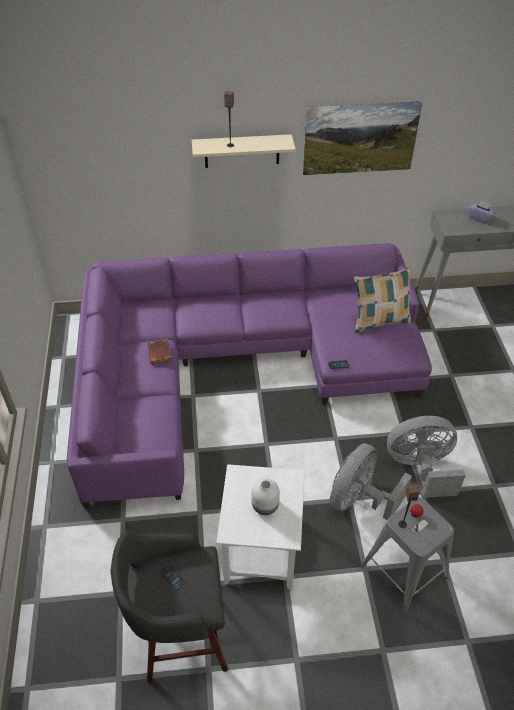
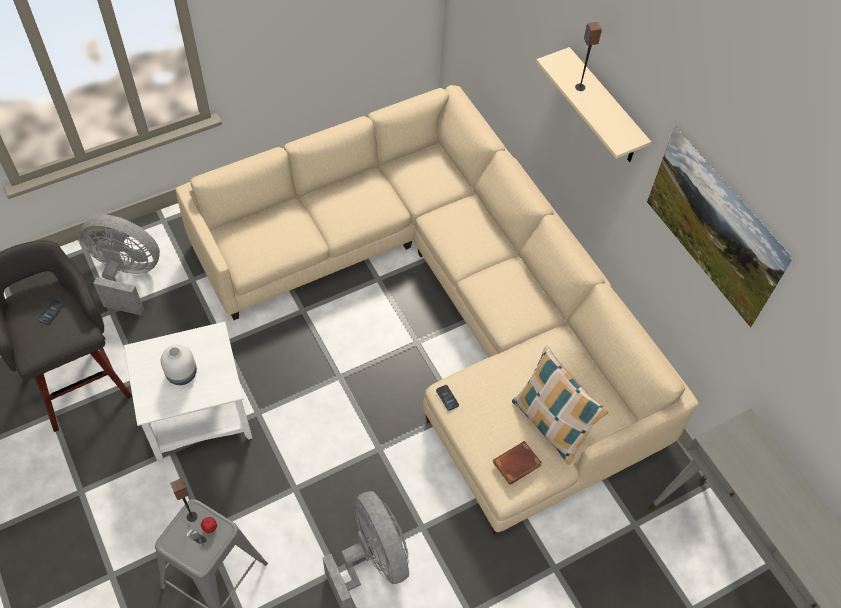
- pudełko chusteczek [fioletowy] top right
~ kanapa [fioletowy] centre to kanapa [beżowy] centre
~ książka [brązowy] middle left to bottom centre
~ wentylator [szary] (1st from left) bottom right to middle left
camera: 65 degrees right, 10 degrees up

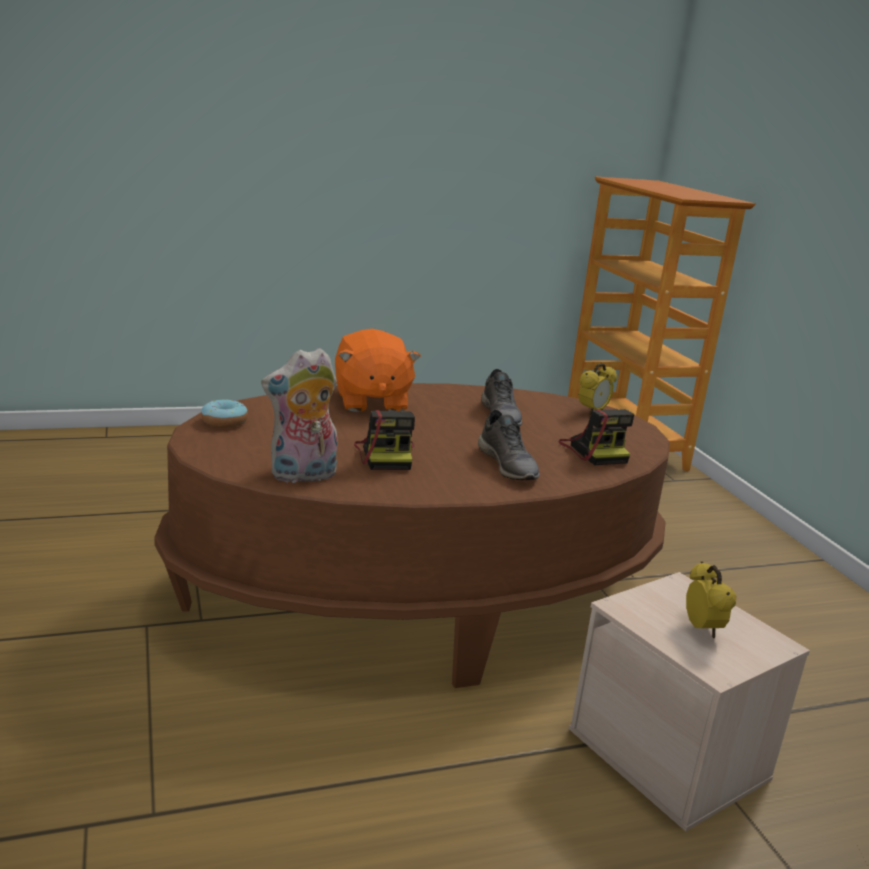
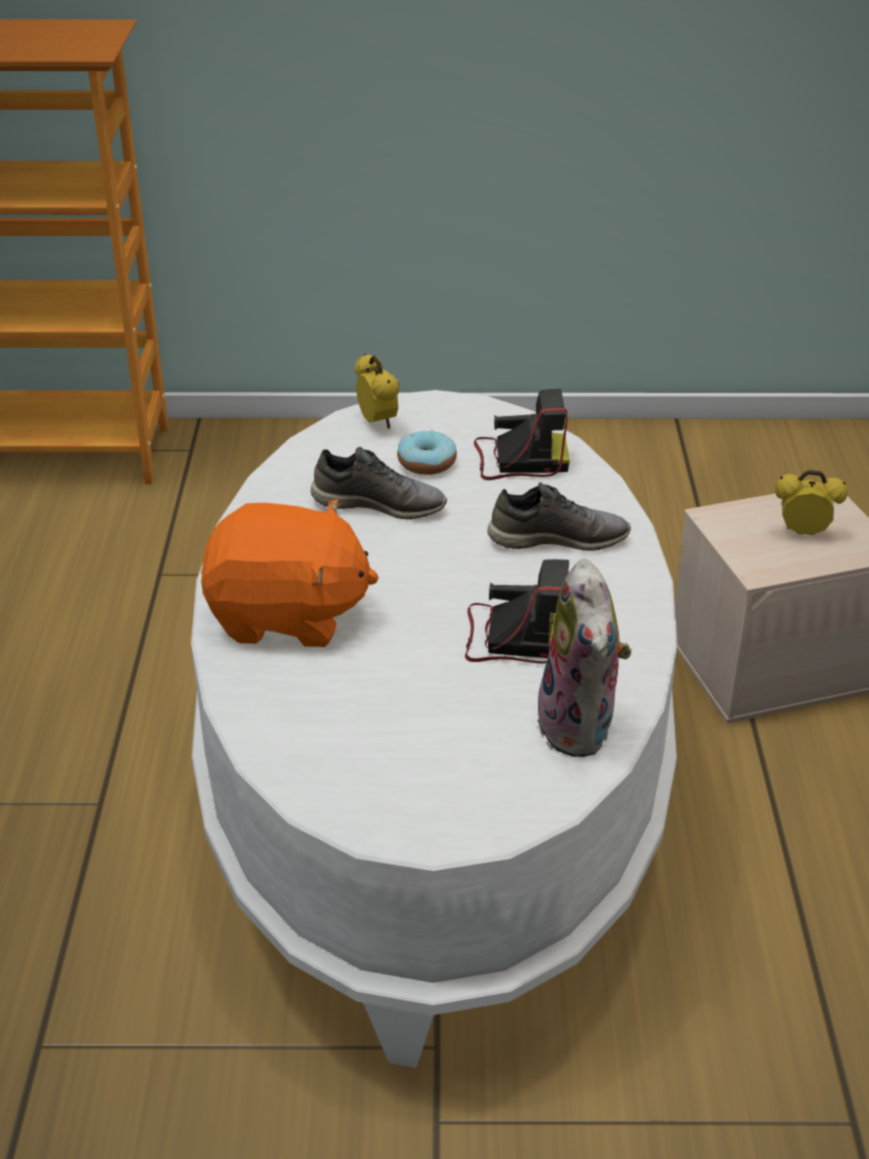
~ ława [brązowy] centre to ława [biały] centre
~ donut middle left to centre
camera: 70 degrees left, 15 degrees up

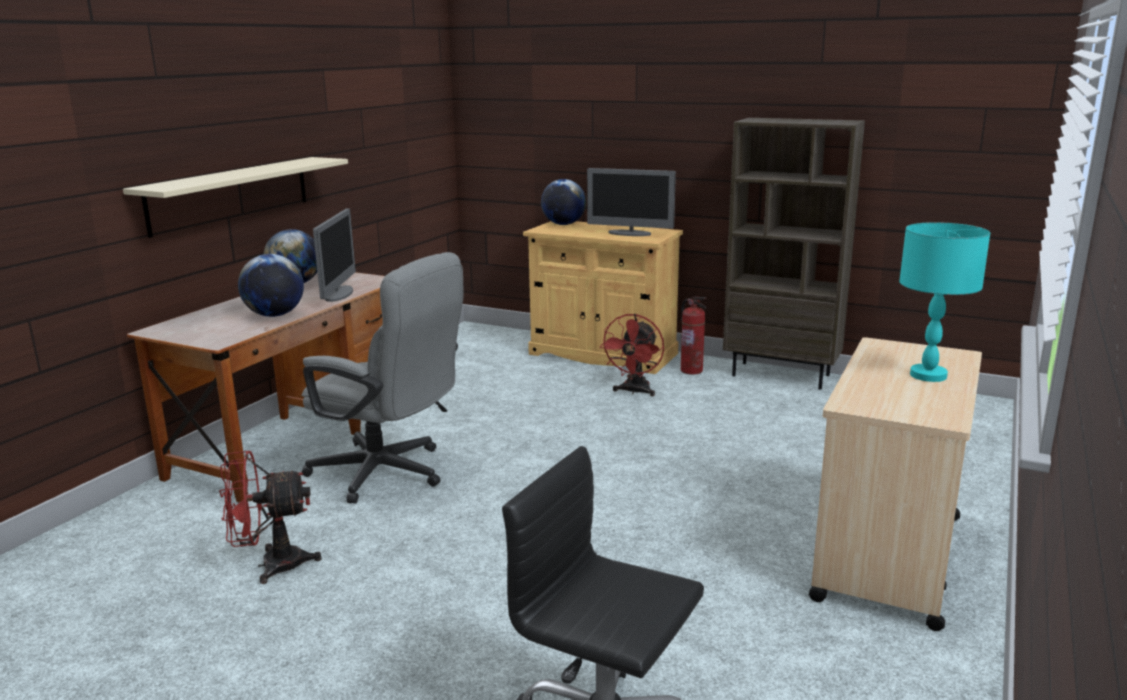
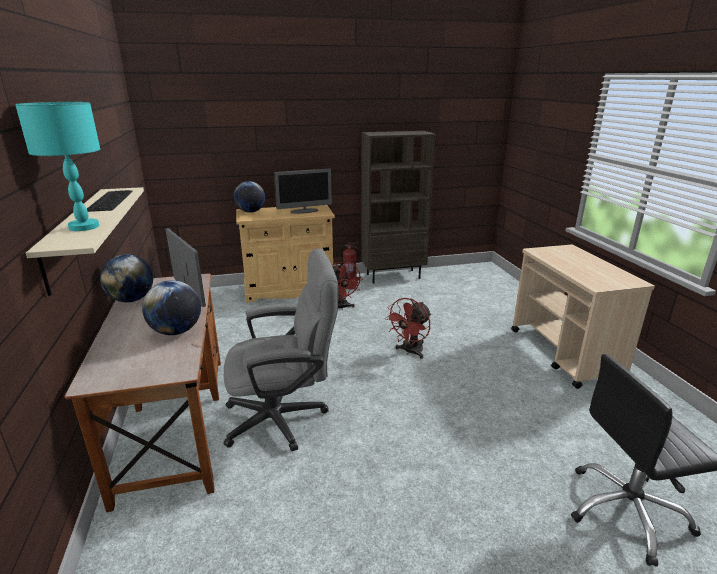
~ lampa stołowa [turkusowy] middle right to top left
~ wentylator [czerwony] (1st from left in the first image) bottom left to wentylator [czerwony] (2nd from left) centre
+ klawiatura middle left
camera: 40 degrees left, 5 degrees up

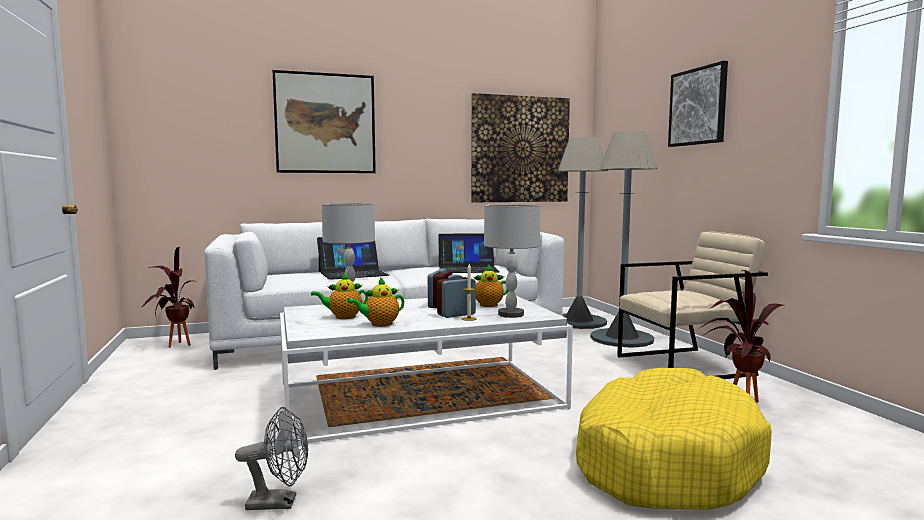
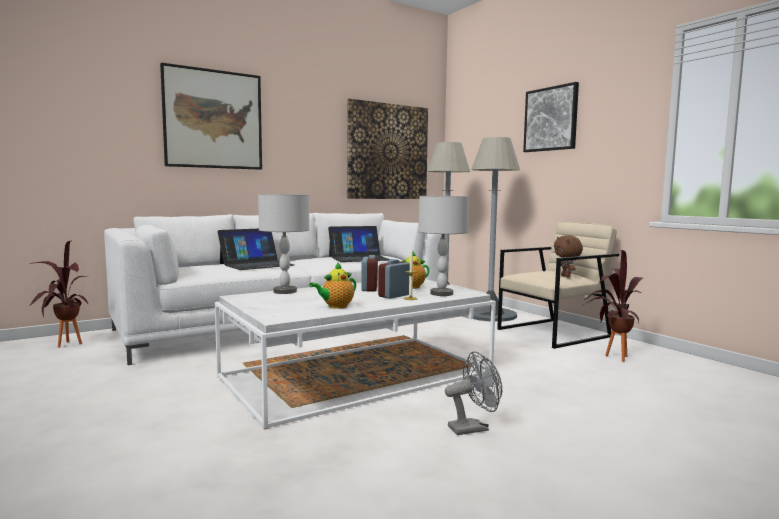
- imbryk (1st from left) centre
- legowisko [żółty] bottom right
~ wentylator [szary] bottom left to bottom centre
+ pluszak [brązowy] middle right
camera: 15 degrees left, 0 degrees up

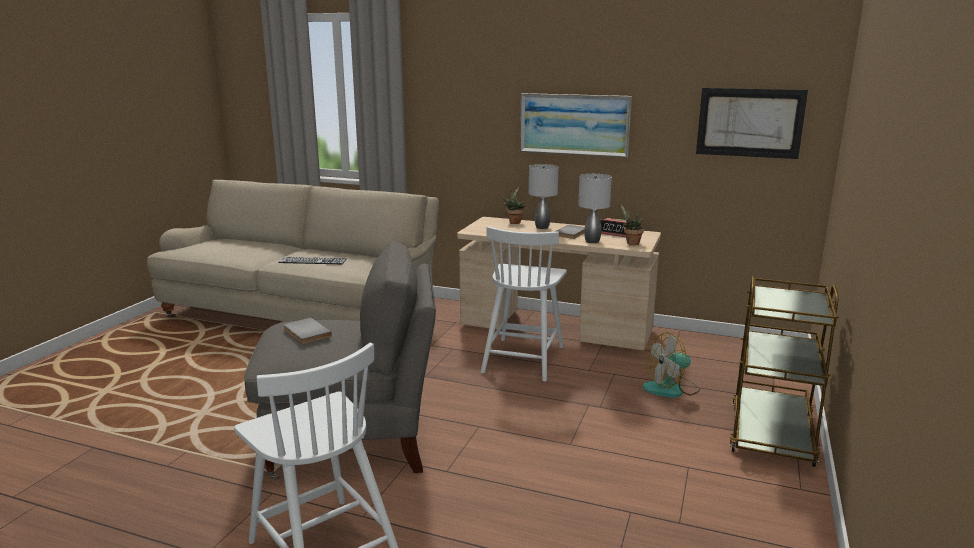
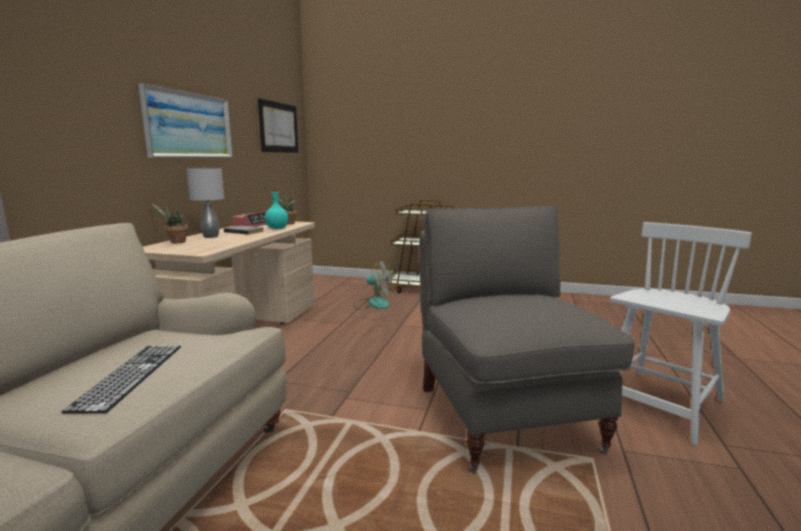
~ lampa stołowa [szary] (2nd from left) centre to butelka [turkusowy] centre
- krzesło [biały] (2nd from left) centre
- książka [szary] (1st from left) middle left
~ wentylator middle right = centre 45 degrees counterclockwise
camera: 95 degrees left, 5 degrees down

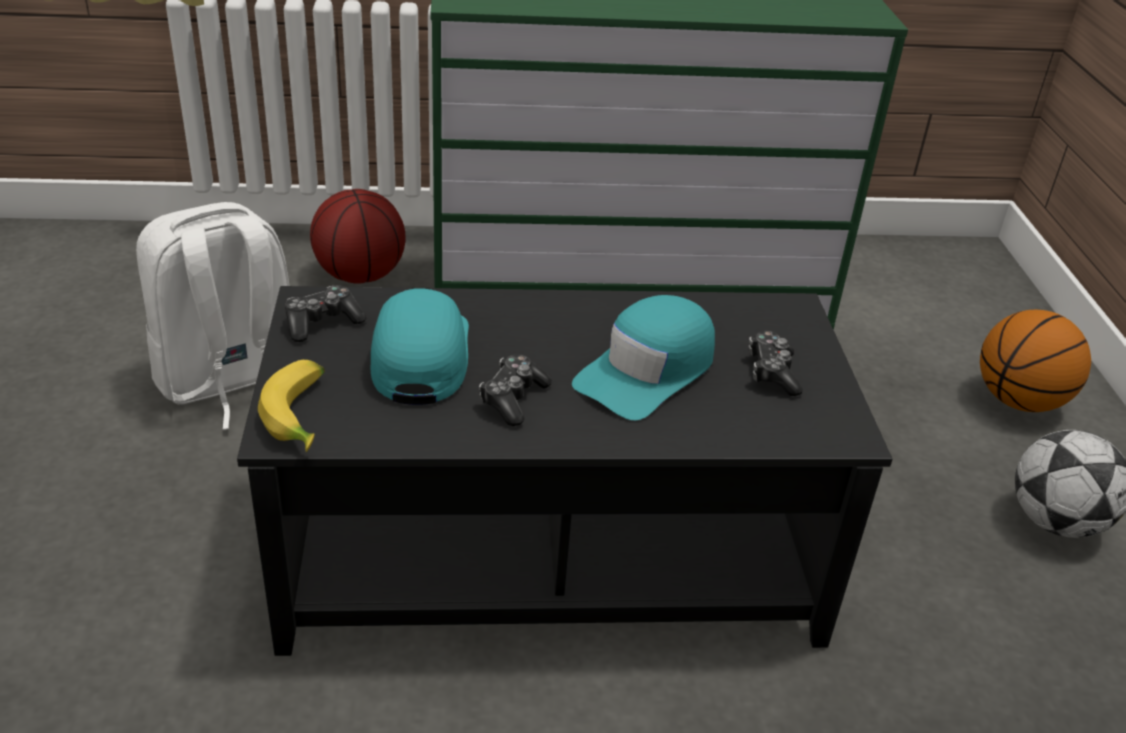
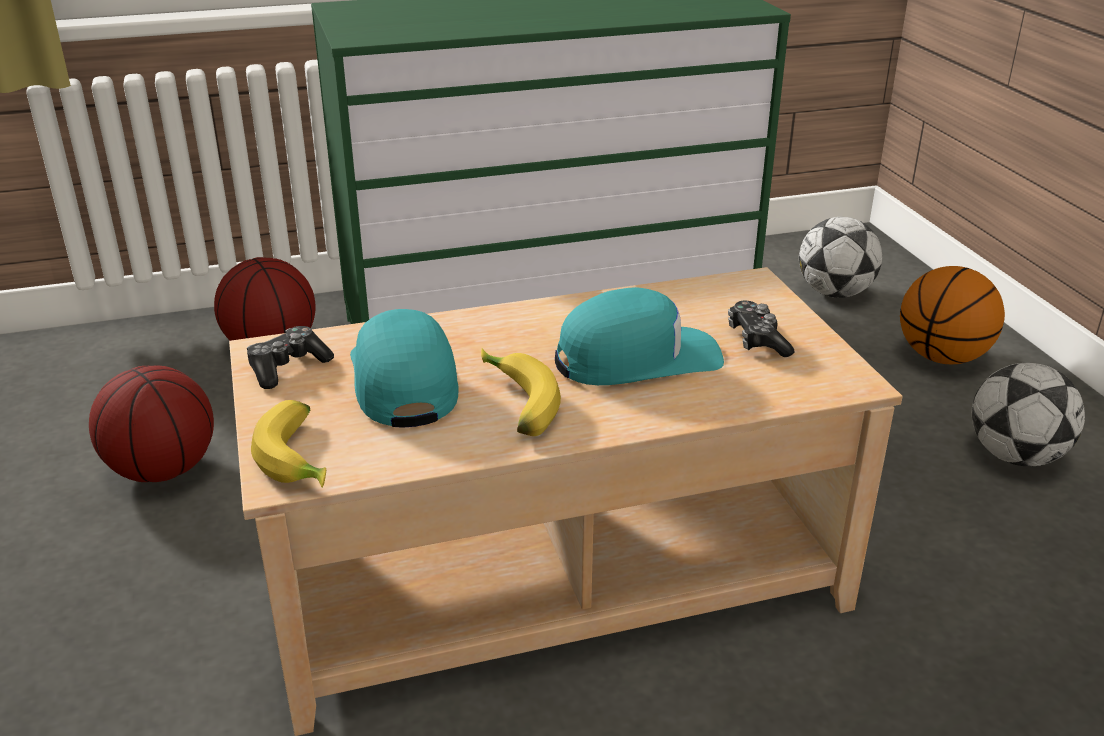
~ plecak [biały] middle left to piłka do koszykówki (1st from left) middle left
~ ława [czarny] centre to ława [beżowy] bottom centre
~ czapka z daszkiem [turkusowy] (2nd from left) centre = centre 135 degrees counterclockwise
~ pad do gier (2nd from left) centre to banan (2nd from left) centre
+ piłka futbolowa (1st from left) middle right
camera: 10 degrees left, 5 degrees down

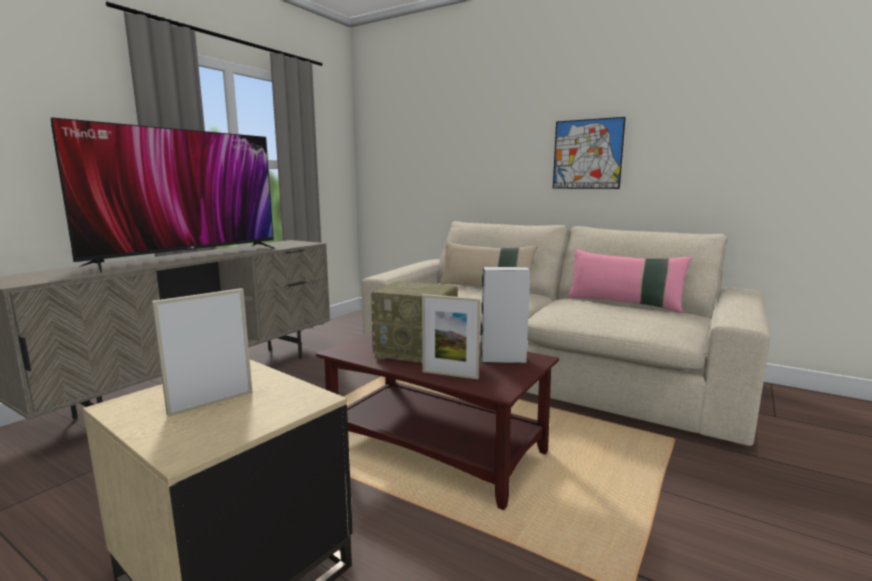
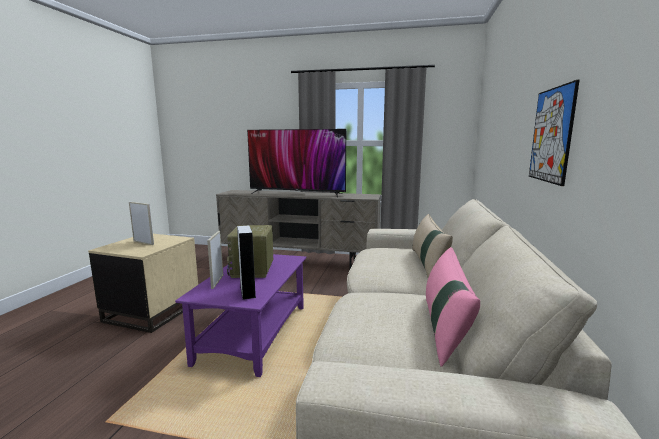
~ ława [brązowy] bottom centre to ława [fioletowy] bottom centre
camera: 70 degrees right, 0 degrees up

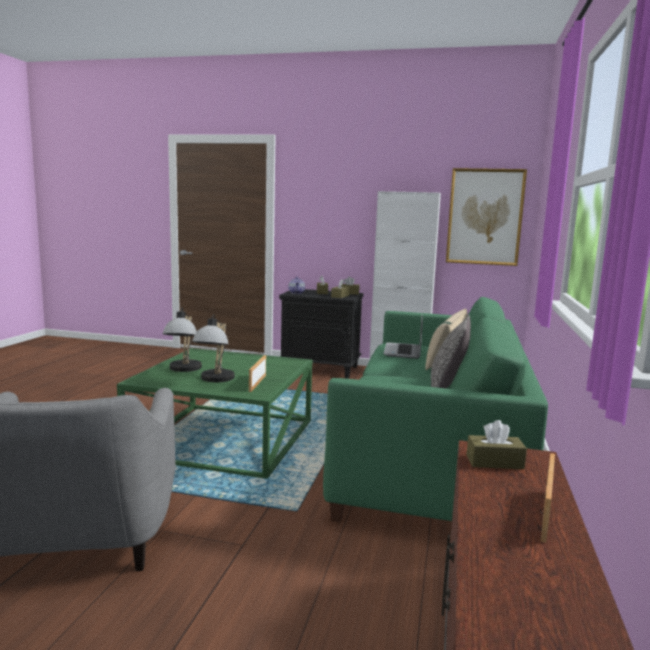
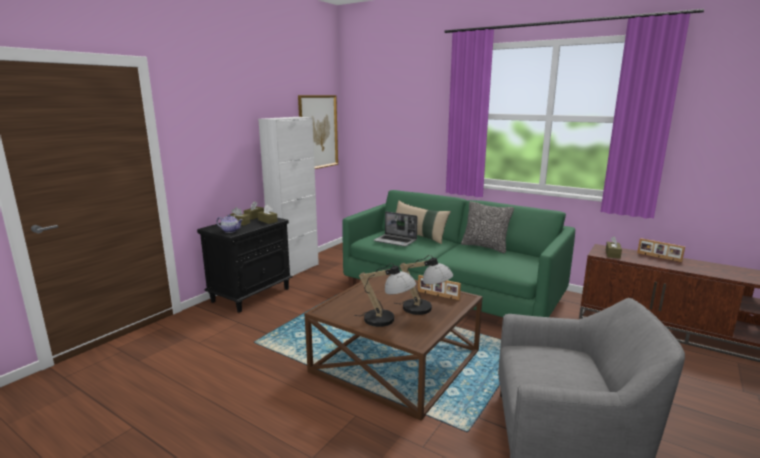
~ ława [zielony] middle left to ława [brązowy] bottom centre
camera: 70 degrees left, 5 degrees up

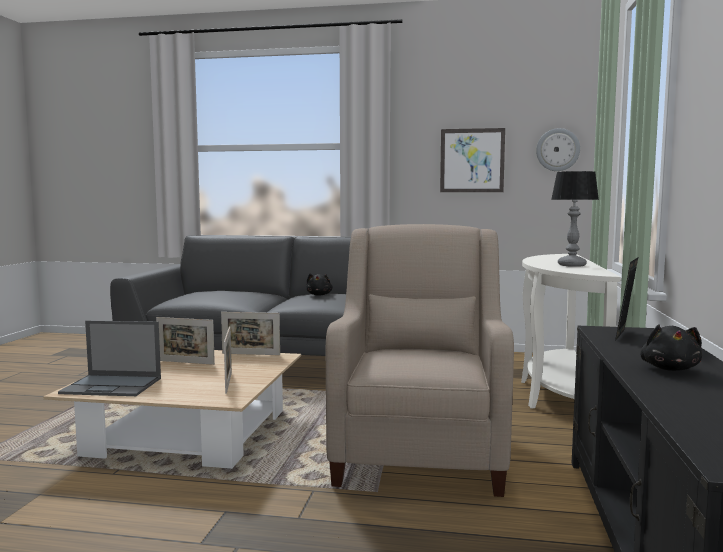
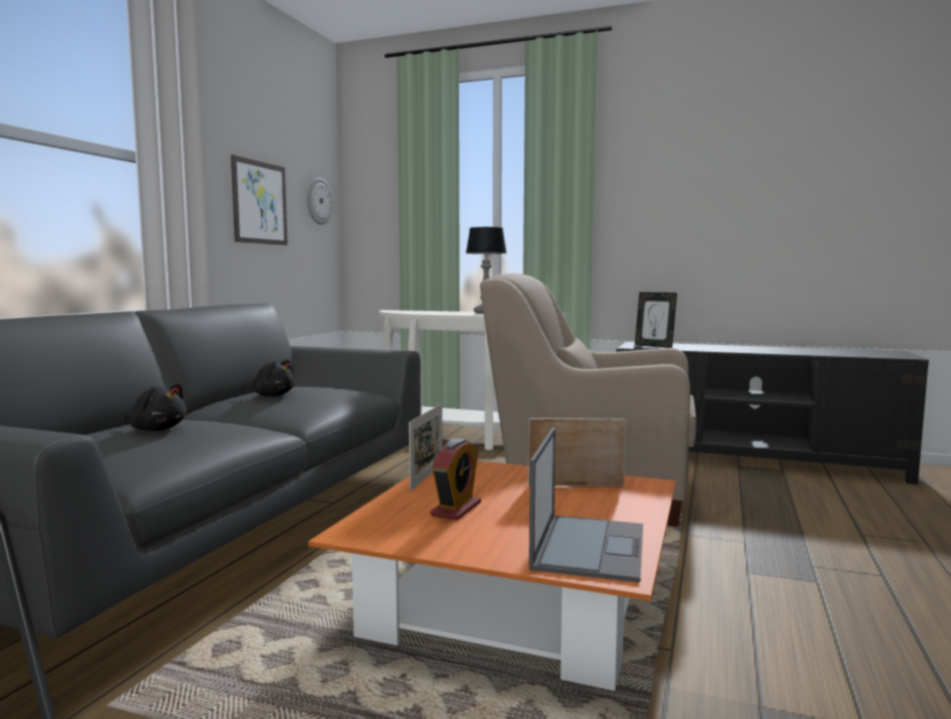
~ ramka na zdjęcie (1st from left) middle left to budzik centre
~ pluszak [czarny] (2nd from left in the first image) middle right to pluszak [czarny] (1st from left) middle left
~ ława [beżowy] bottom left to ława [pomarańczowy] bottom centre
camera: 80 degrees left, 0 degrees up

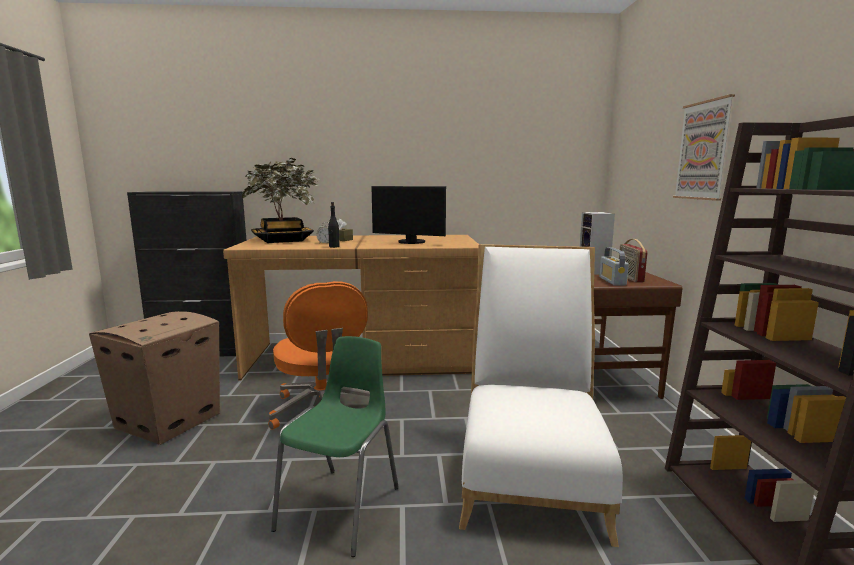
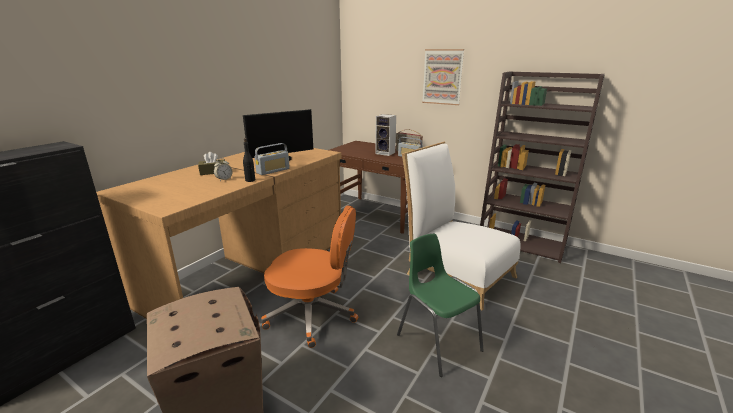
- roślina doniczkowa middle left
+ radio (1st from left) centre
camera: 55 degrees left, 10 degrees up

